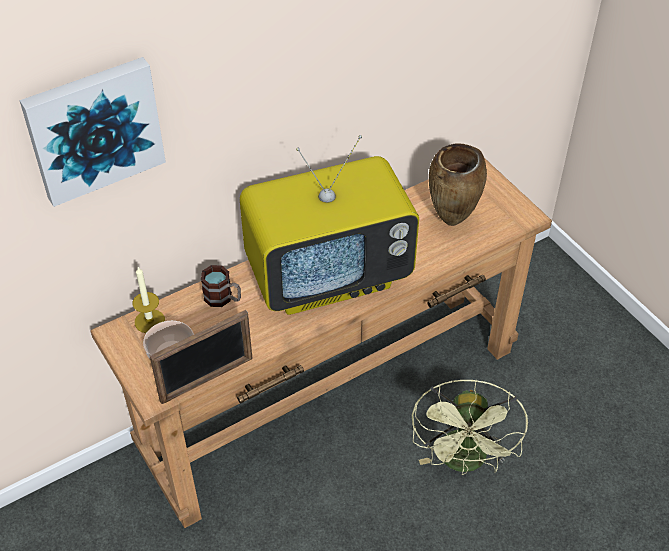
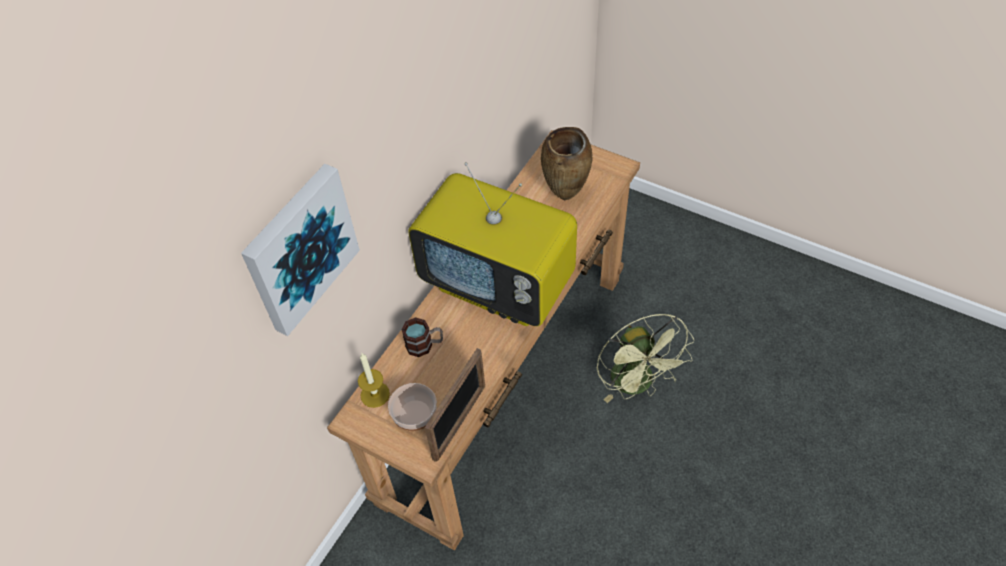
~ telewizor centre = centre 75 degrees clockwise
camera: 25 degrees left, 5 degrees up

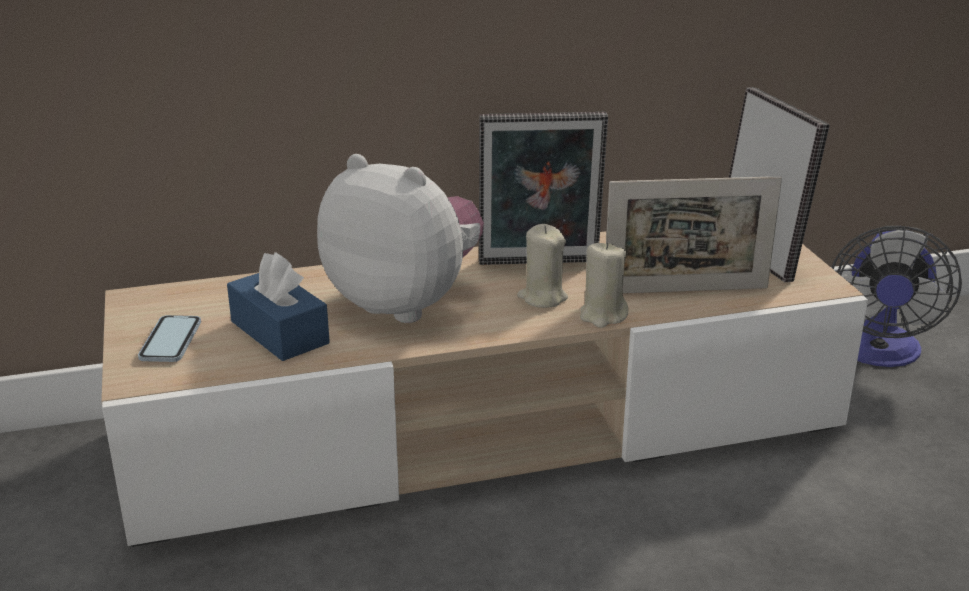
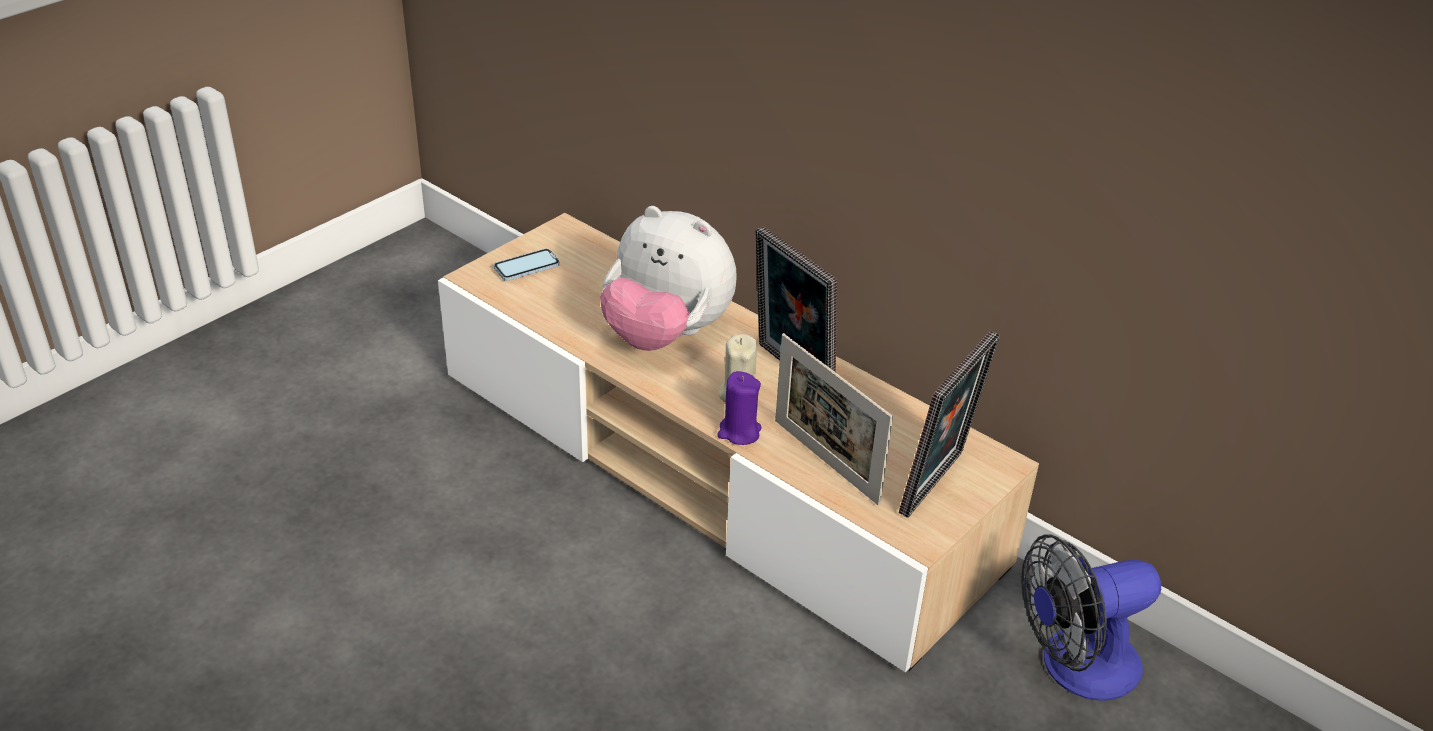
~ pluszak centre = centre 120 degrees clockwise
~ świeca [beżowy] (2nd from left) centre to świeca [fioletowy] centre
- pudełko chusteczek [niebieski] middle left
camera: 55 degrees right, 10 degrees up

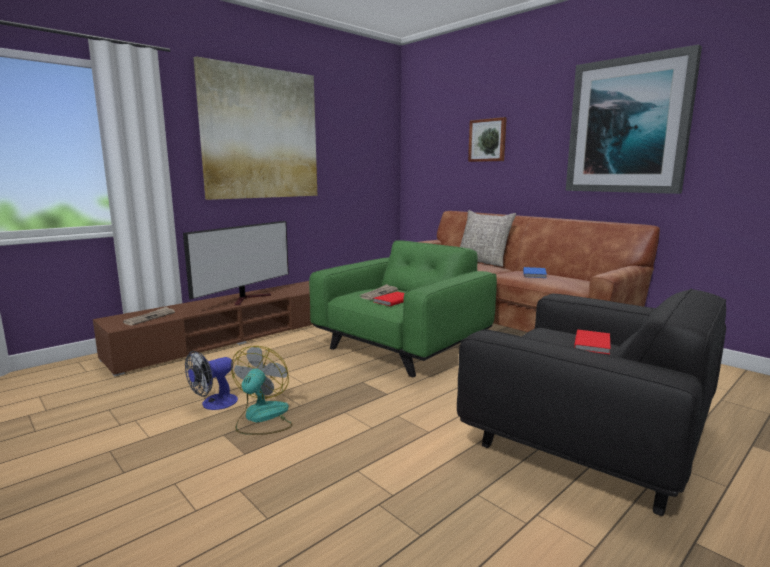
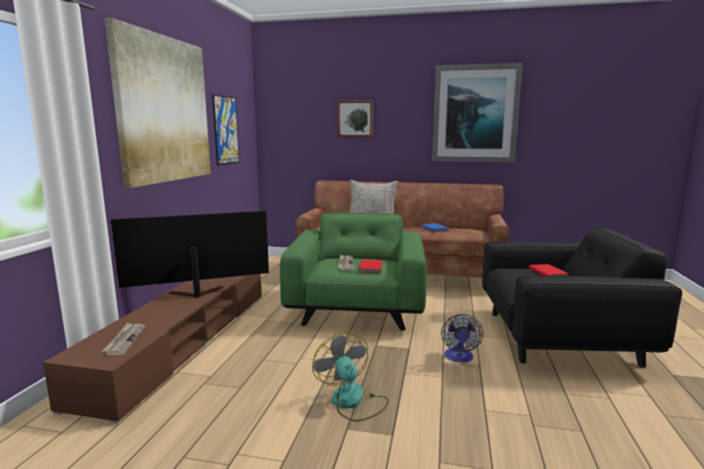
~ telewizor middle left = middle left 105 degrees counterclockwise
~ wentylator (1st from left in the first image) bottom left to wentylator (2nd from left) bottom centre
+ obraz (2nd from left) top left
camera: 35 degrees left, 0 degrees up

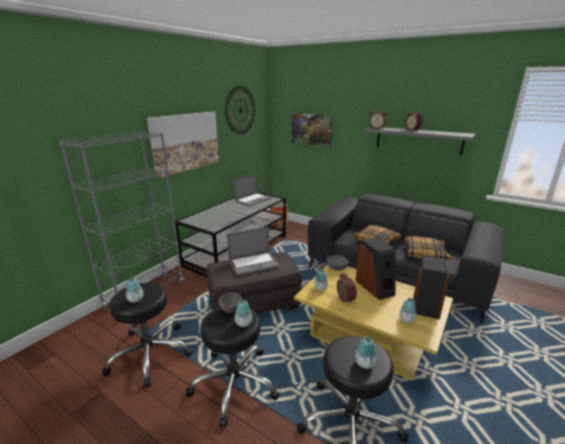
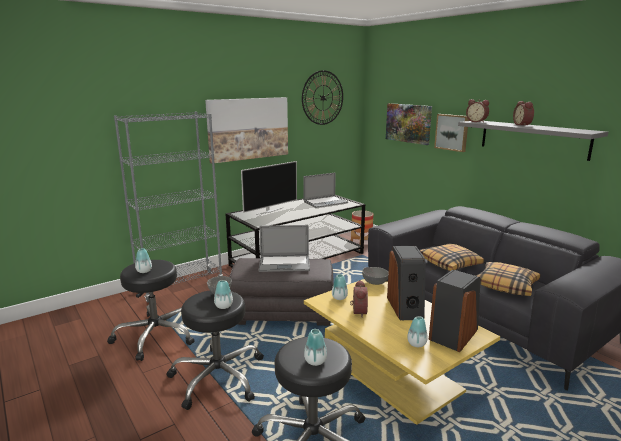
+ obraz (3rd from left) top right
+ telewizor centre
camera: 20 degrees right, 5 degrees down

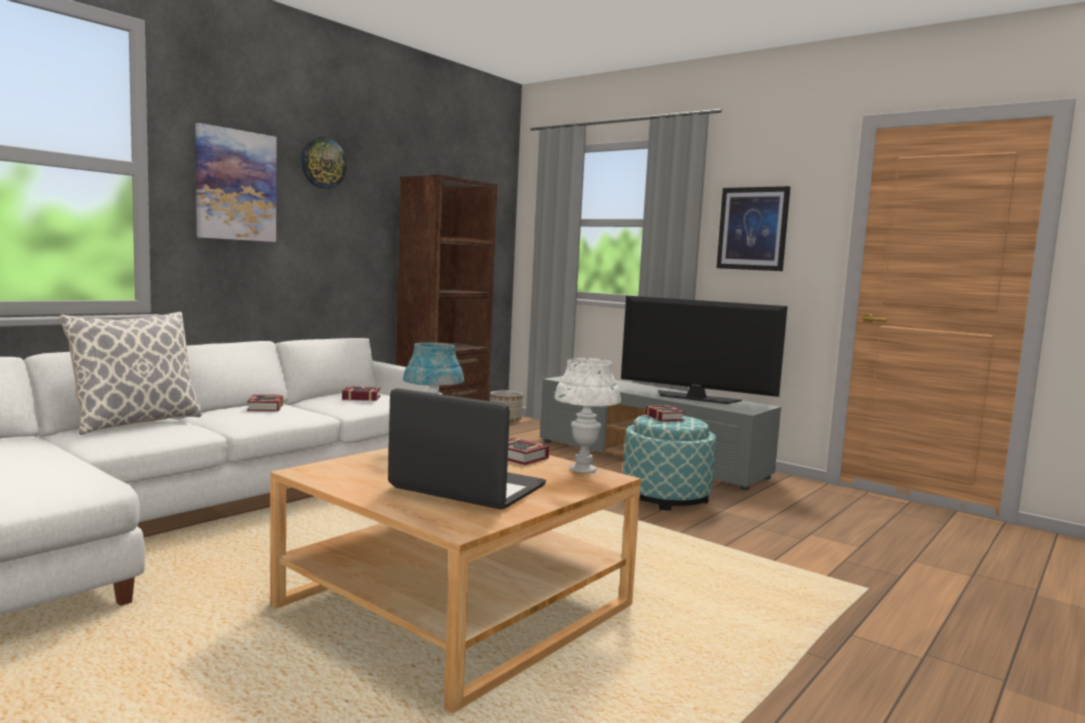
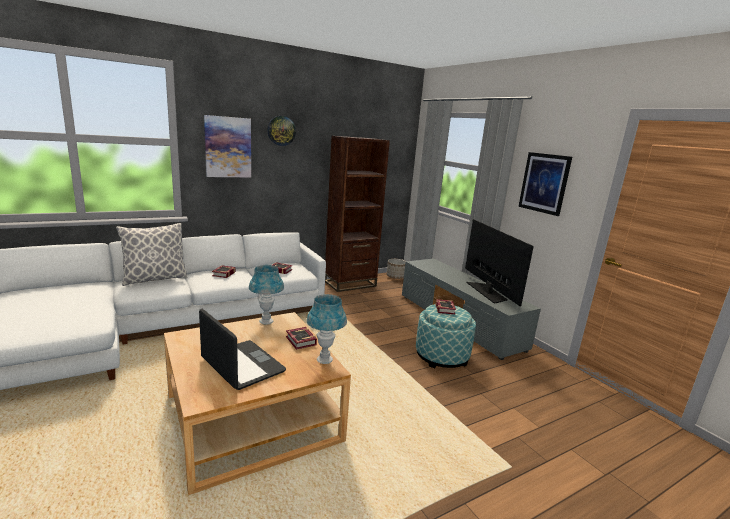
~ telewizor centre = middle right 150 degrees counterclockwise
~ lampa stołowa [biały] centre to lampa stołowa [niebieski] (2nd from left) centre
camera: 20 degrees right, 10 degrees up

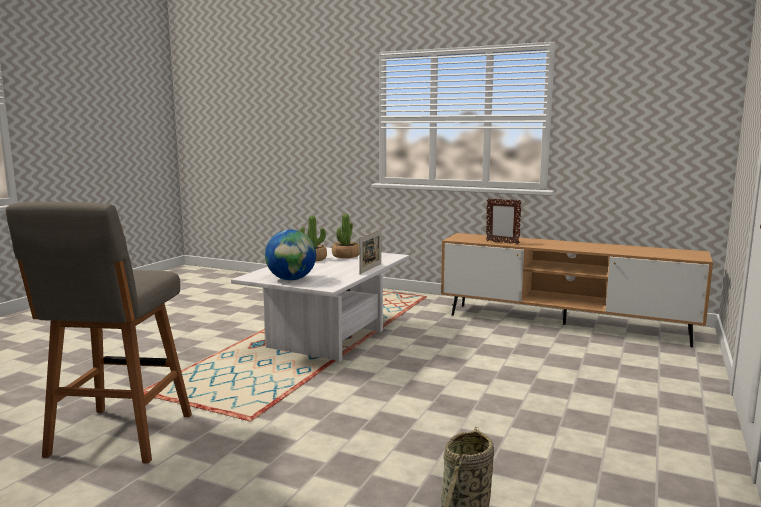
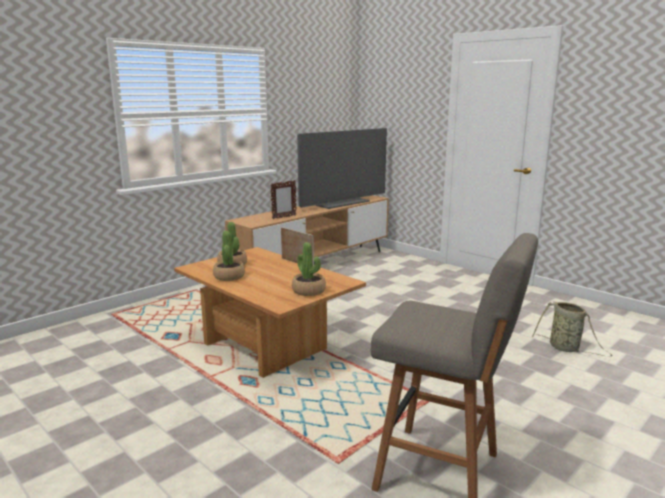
~ globus centre to roślina doniczkowa (3rd from left) centre
~ ława [biały] centre to ława [brązowy] centre
+ telewizor centre
camera: 70 degrees left, 5 degrees up

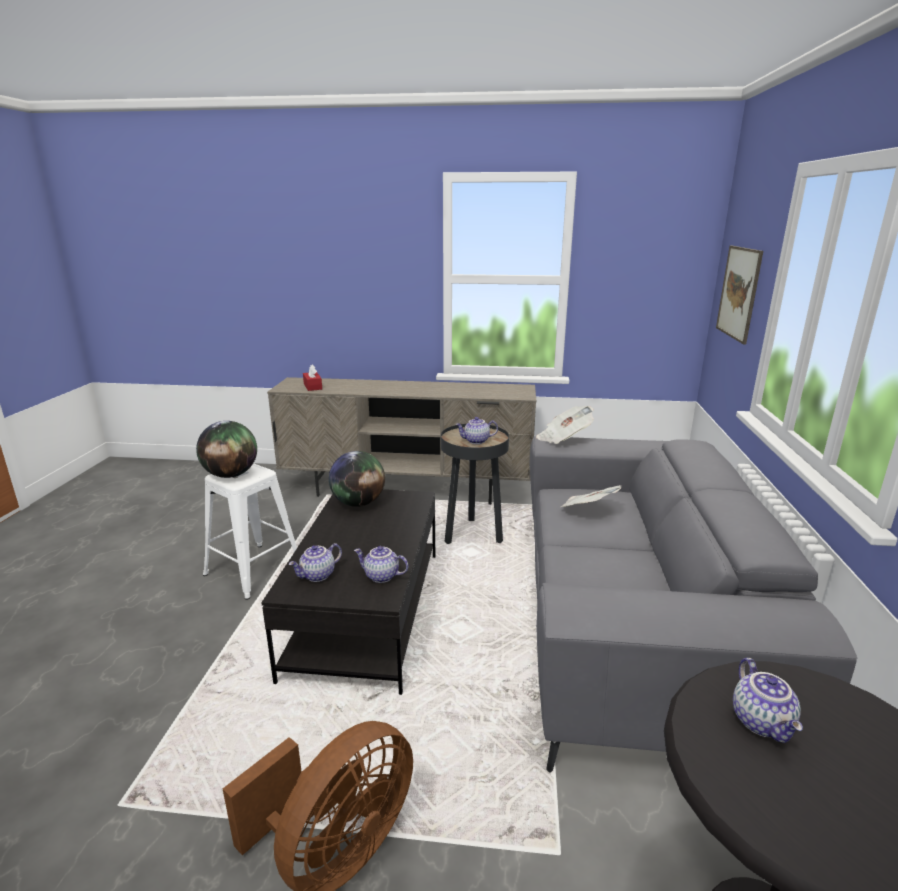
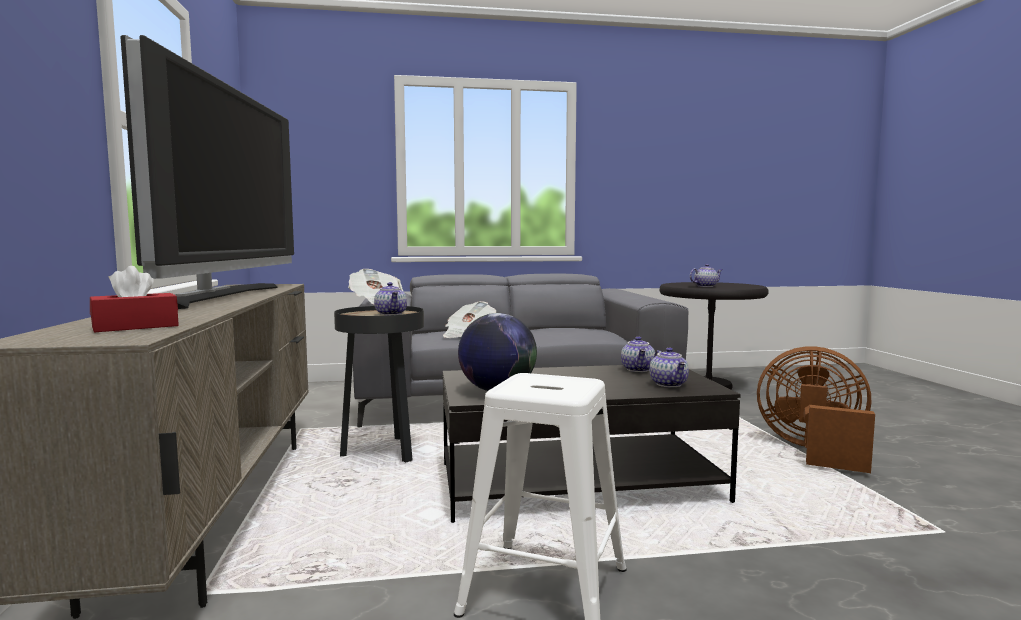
- obraz top right
- globus (1st from left) middle left
~ imbryk (1st from left in the first image) centre = centre 45 degrees clockwise
+ telewizor top left
camera: 105 degrees left, 15 degrees down

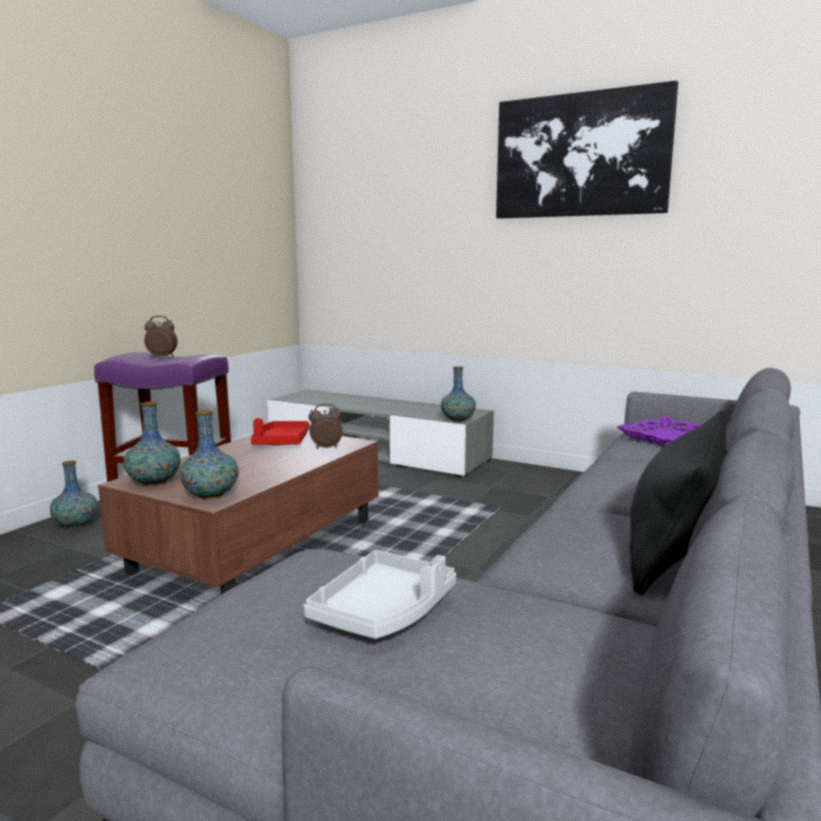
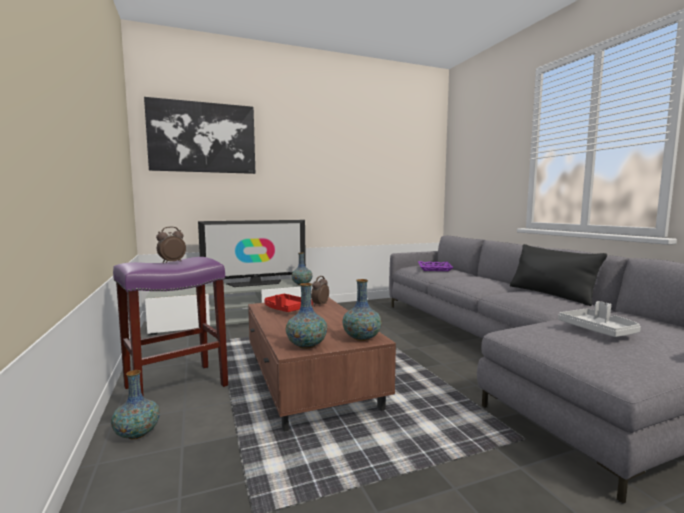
~ obraz top right to top left
+ telewizor centre
camera: 50 degrees left, 5 degrees down

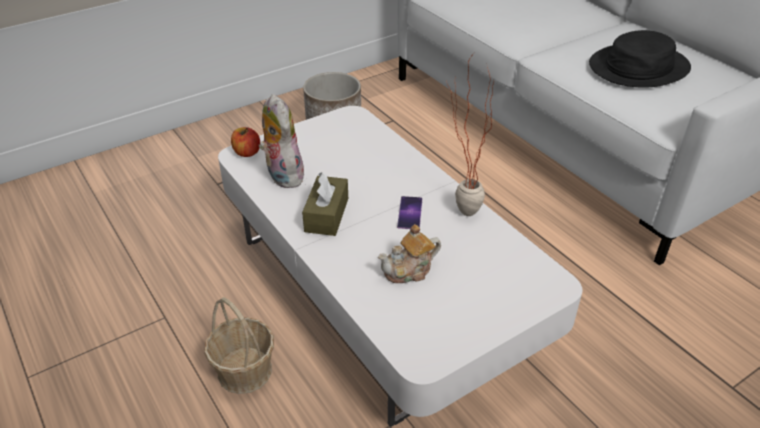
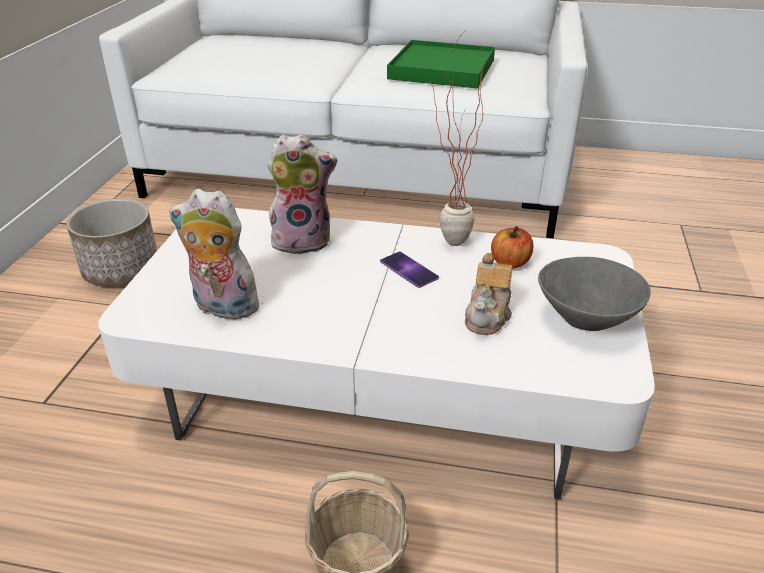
~ kapelusz [czarny] top right to taca [zielony] top centre
~ jabłko top left to middle right
- pudełko chusteczek [brązowy] centre
+ pluszak (2nd from left) centre
+ miska [szary] middle right
camera: 45 degrees left, 5 degrees down

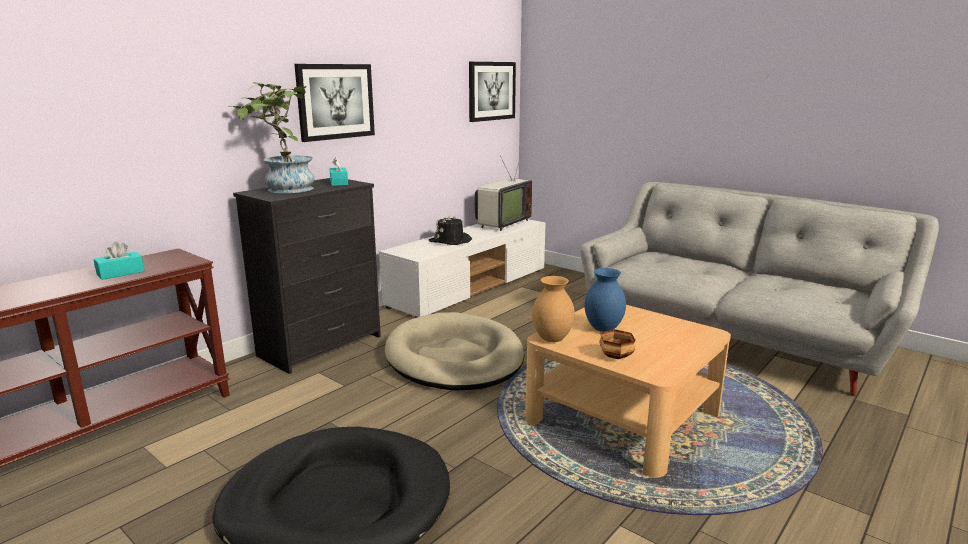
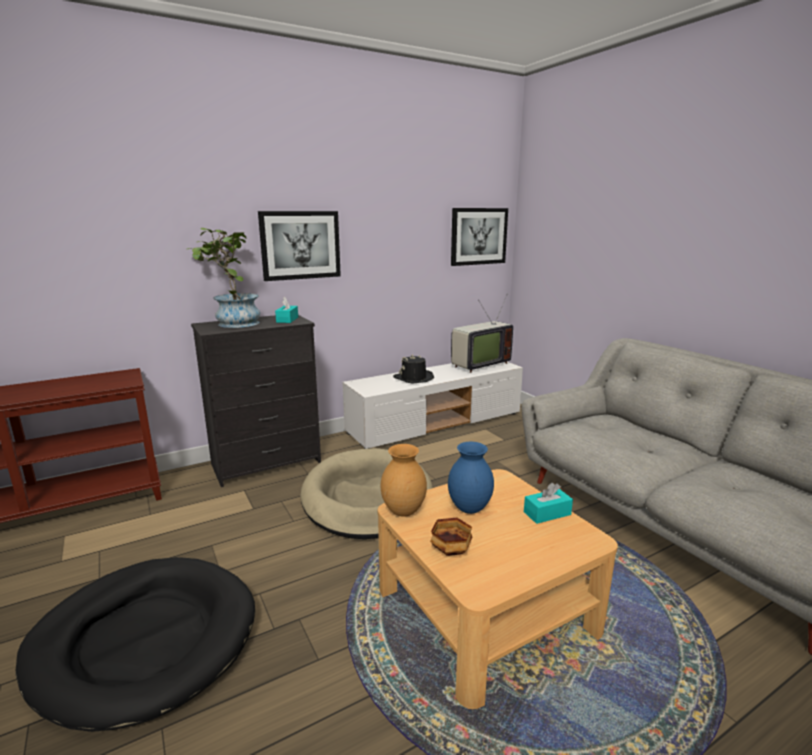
~ pudełko chusteczek [turkusowy] (1st from left in the first image) middle left to pudełko chusteczek [turkusowy] (2nd from left) middle right
camera: 20 degrees right, 0 degrees up

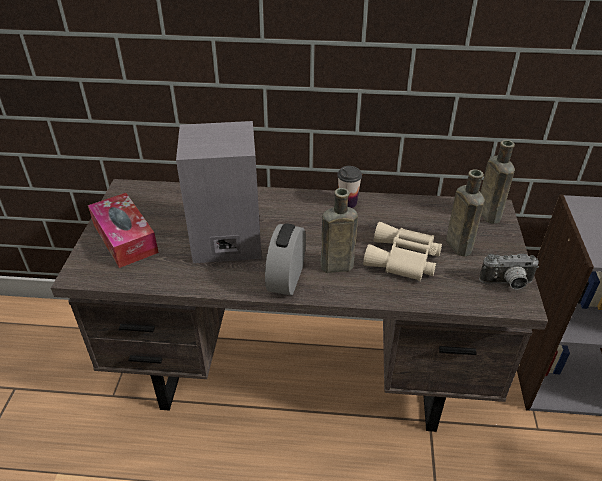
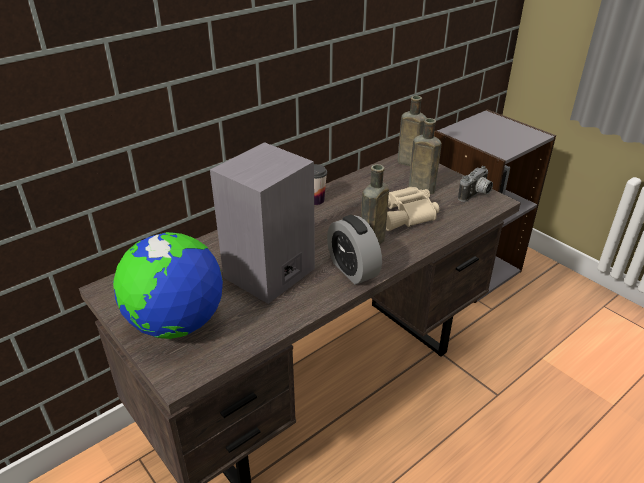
~ pudełko chusteczek middle left to globus middle left
camera: 45 degrees left, 5 degrees down

